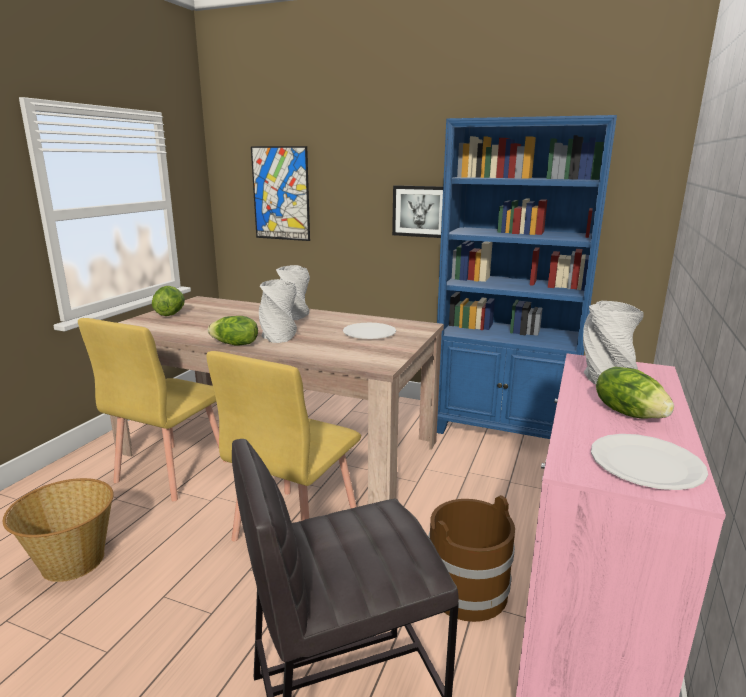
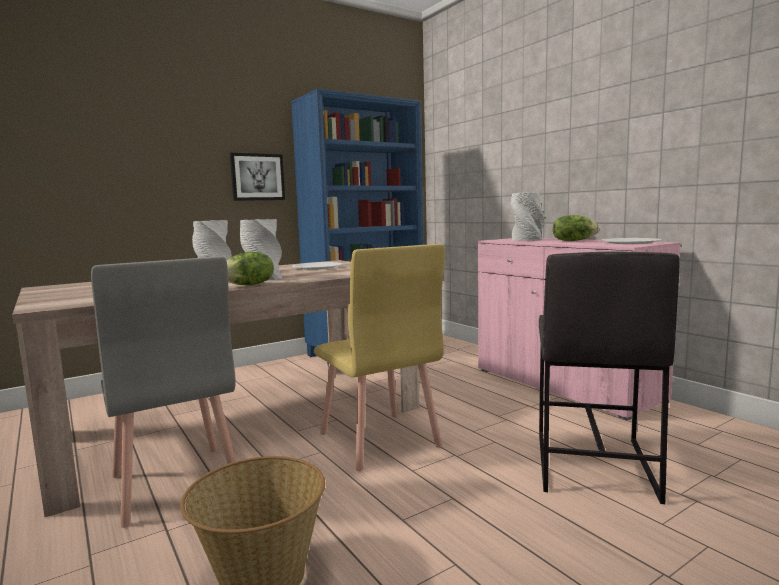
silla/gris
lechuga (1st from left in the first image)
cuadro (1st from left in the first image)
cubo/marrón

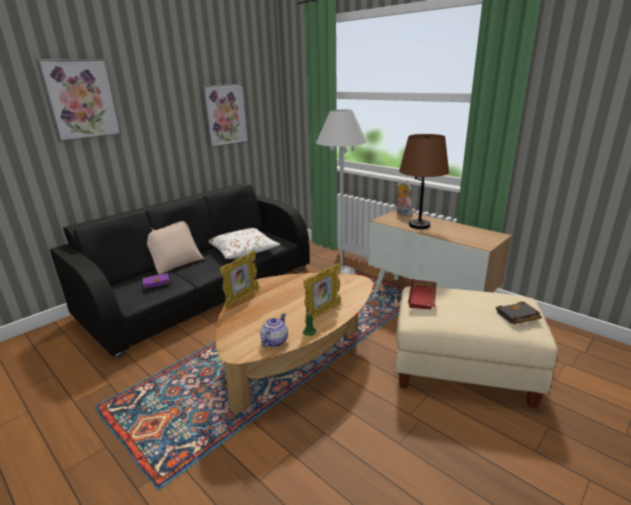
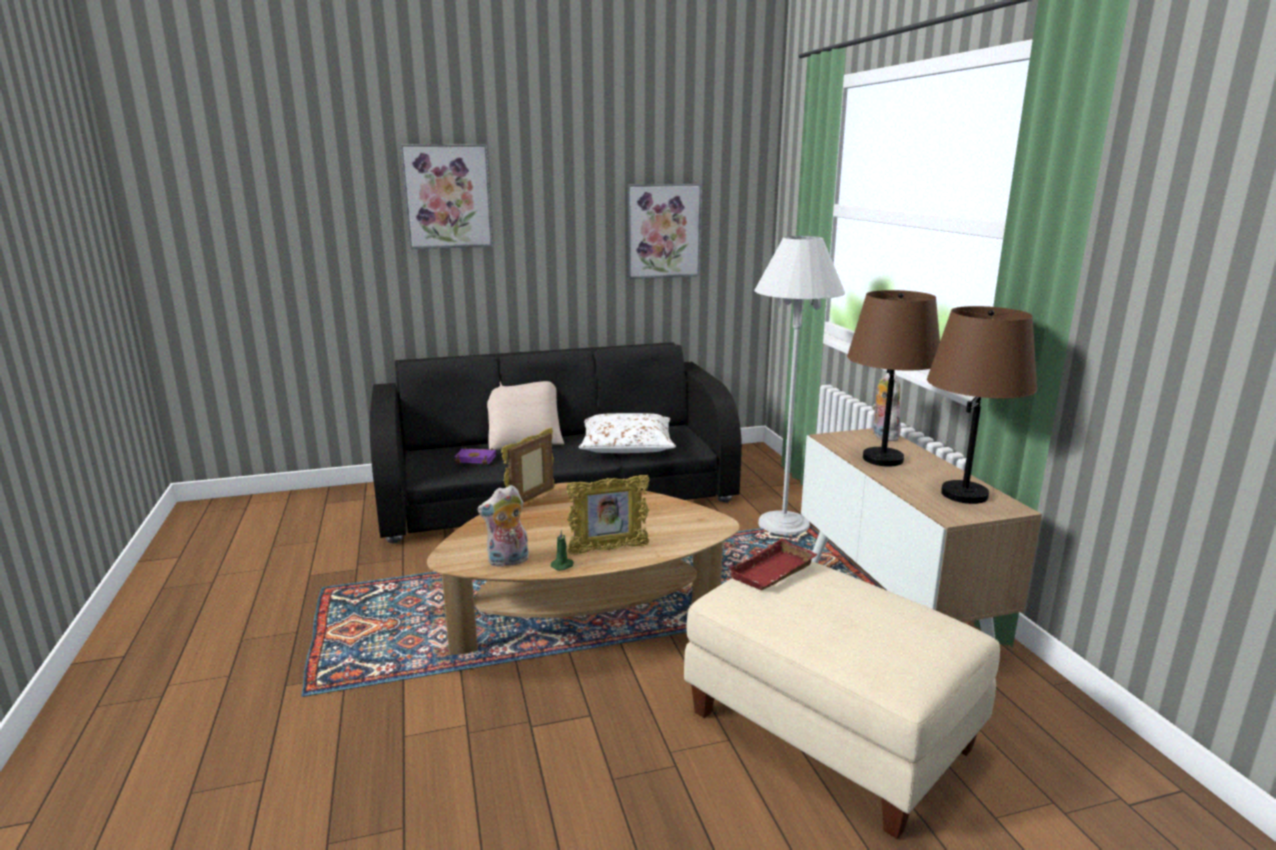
peluche (1st from left)
portarretratos (1st from left)
lámpara de mesa/marrón (2nd from left)
libro/negro

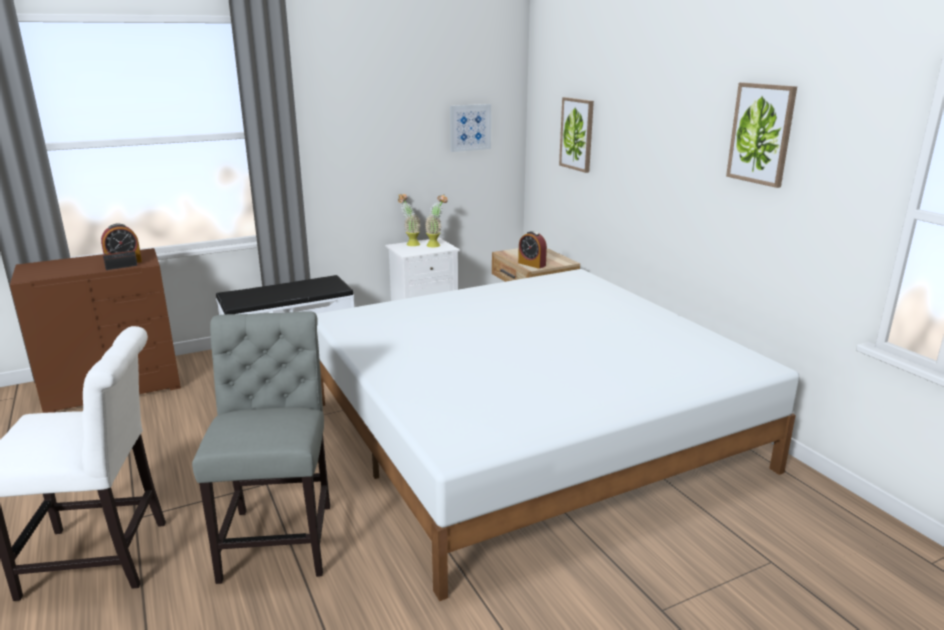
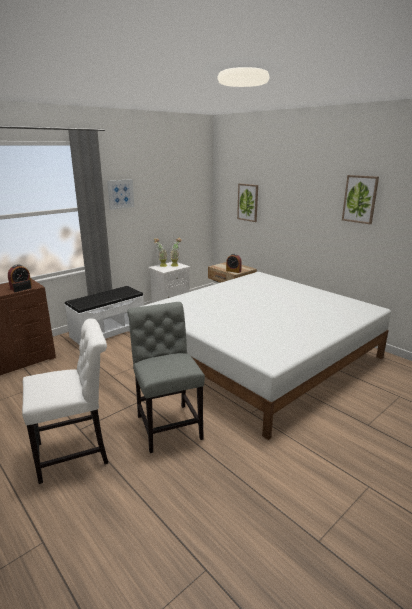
cuadro (1st from left)

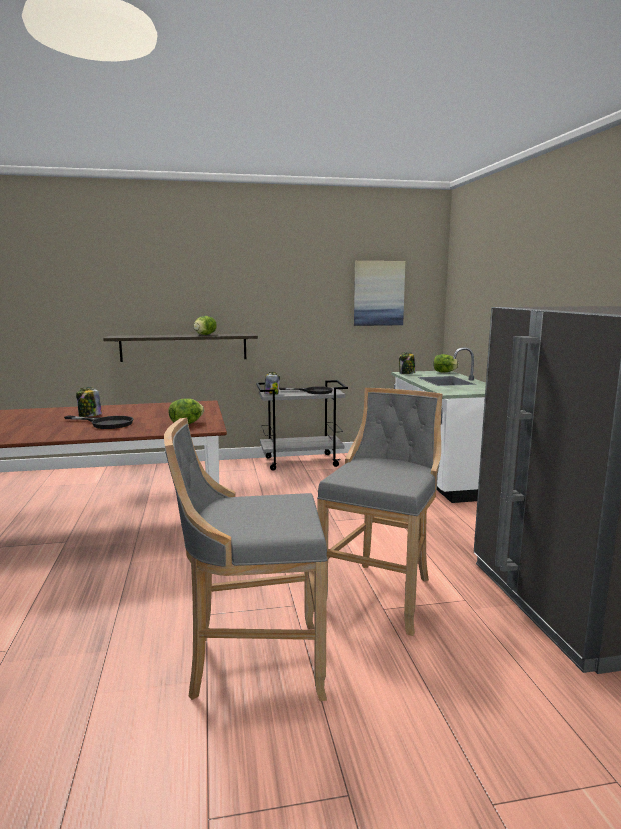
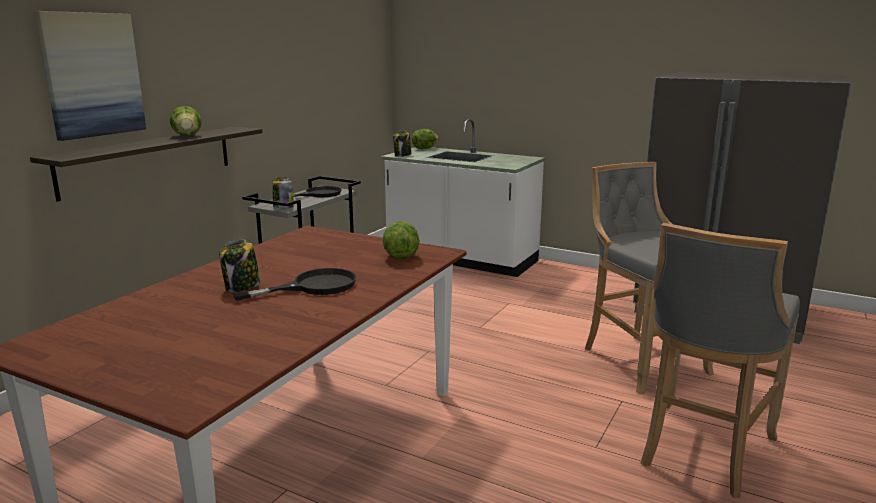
cuadro

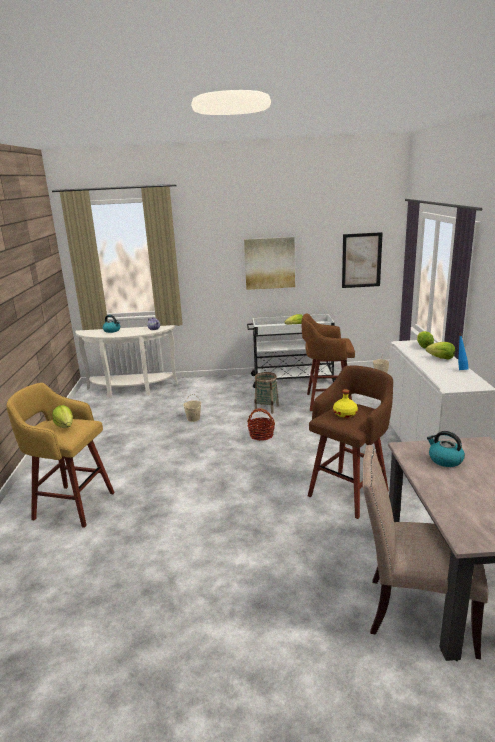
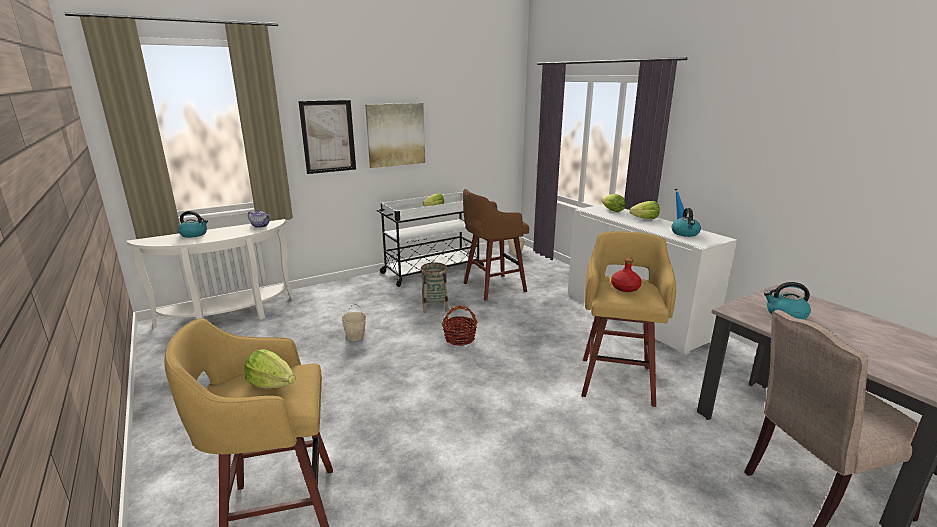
cuadro (1st from left)
taburete/amarillo (2nd from left)
botella/rojo
hervidor (2nd from left)

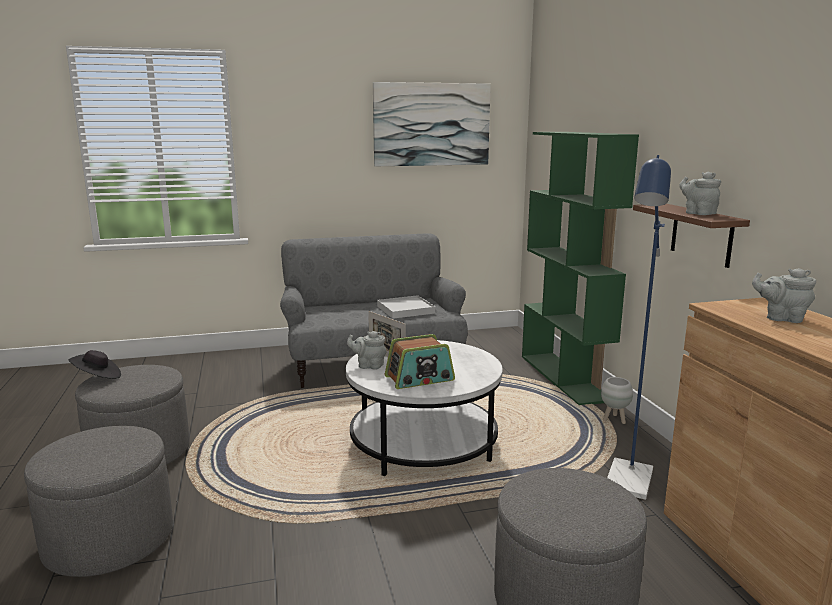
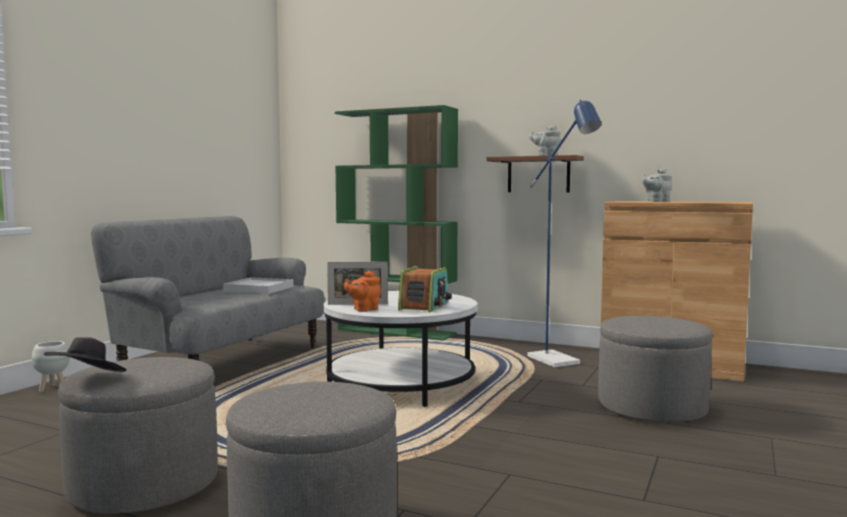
maceta/blanco
tetera/naranja
cuadro

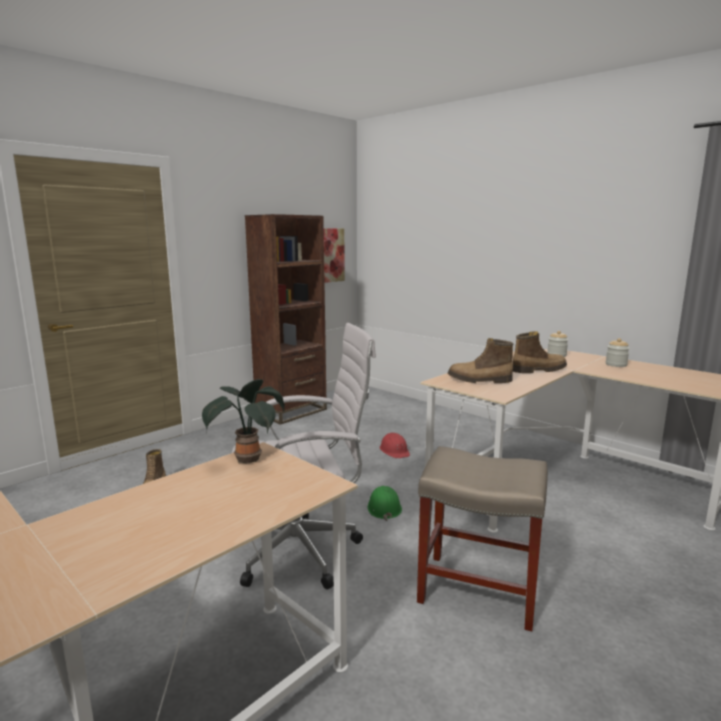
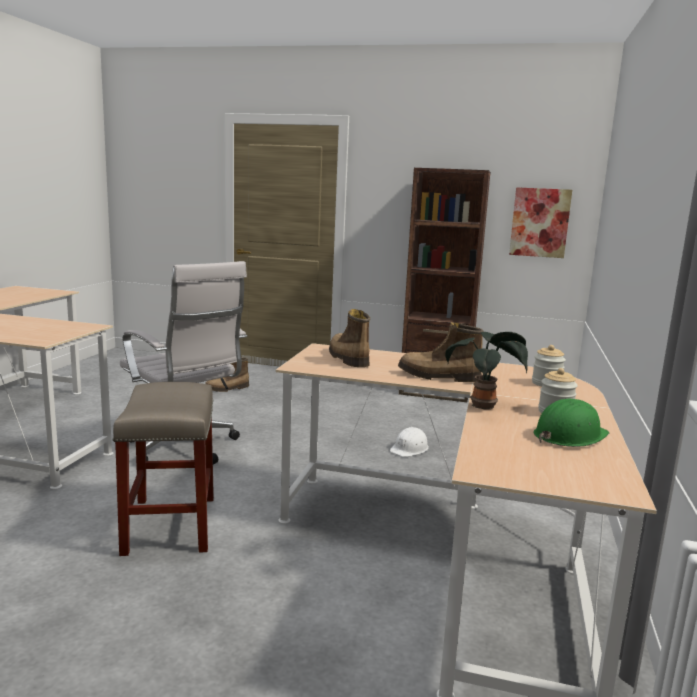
casco/blanco
bota (3rd from left)
planta en maceta
casco/verde

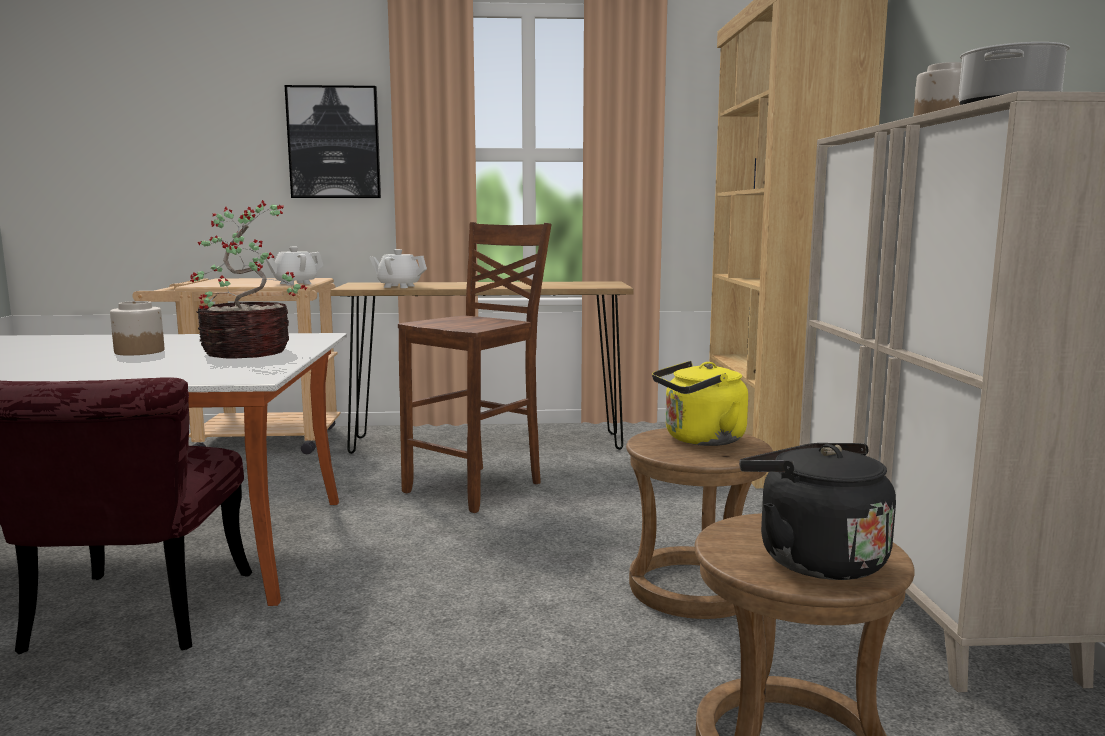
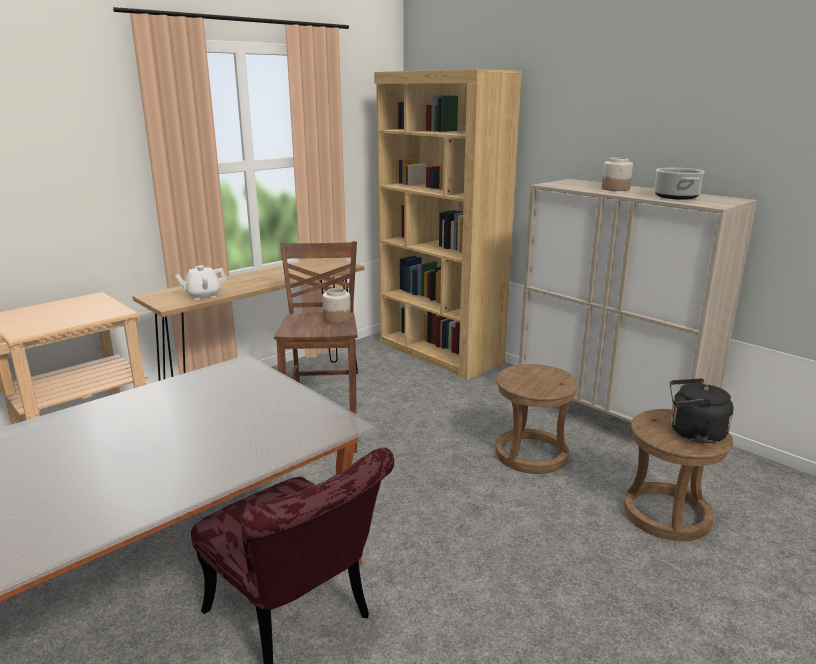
tarro (1st from left)
planta en maceta
tetera/blanco (1st from left in the first image)
cuadro
hervidor/amarillo

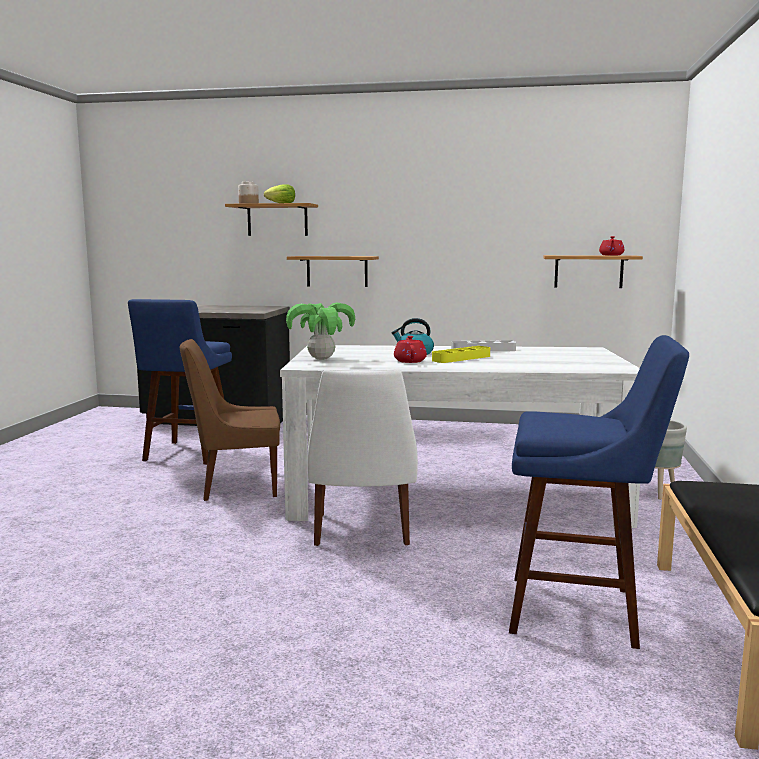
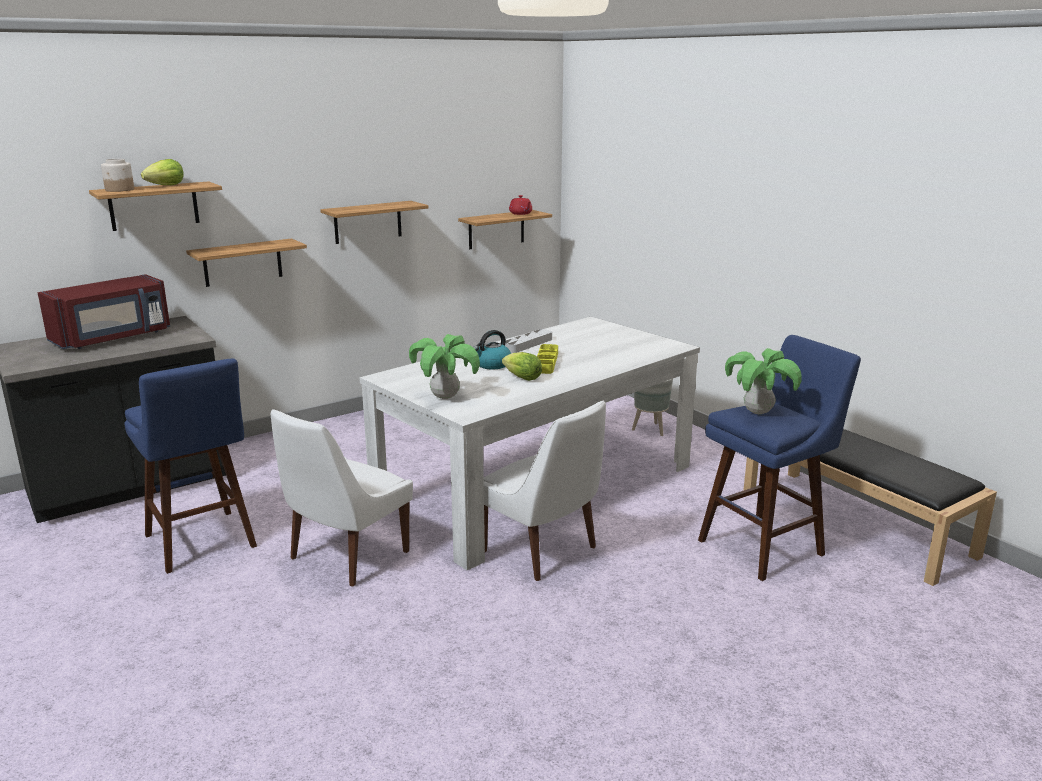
microondas/rojo
silla/blanco (1st from left)
estante (3rd from left)
lechuga (2nd from left)
planta en maceta (2nd from left)

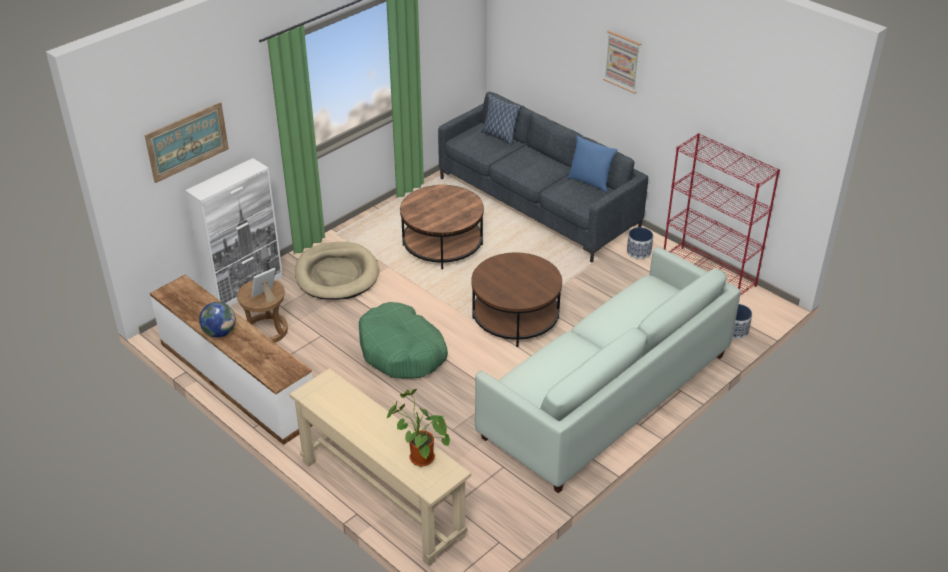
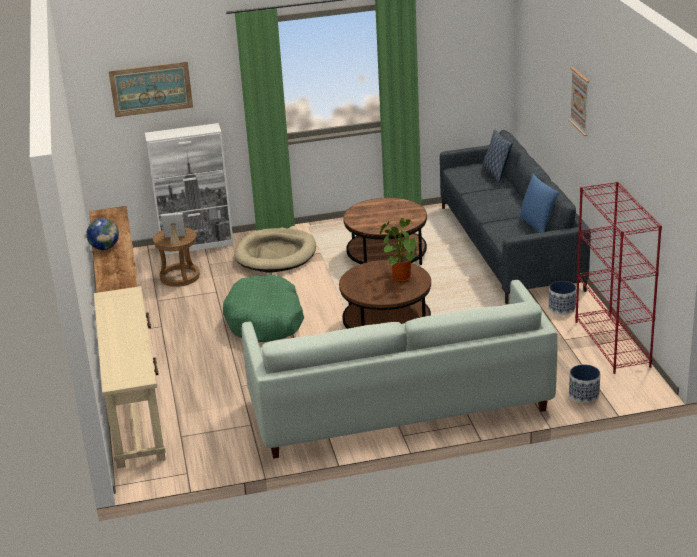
planta en maceta

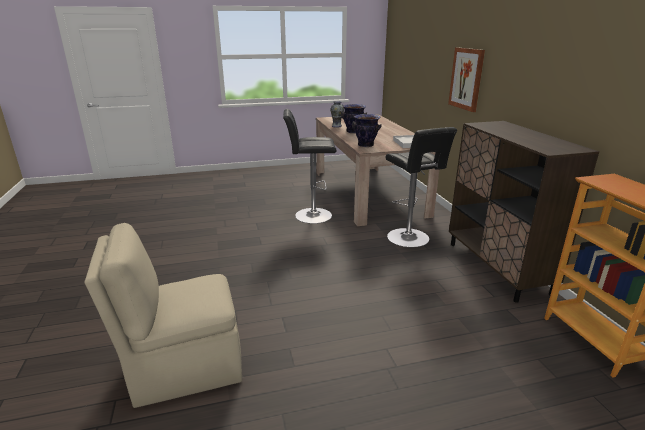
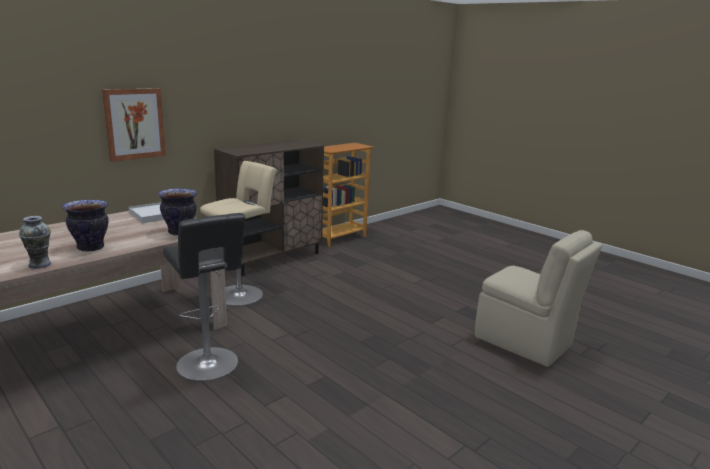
taburete/beis

